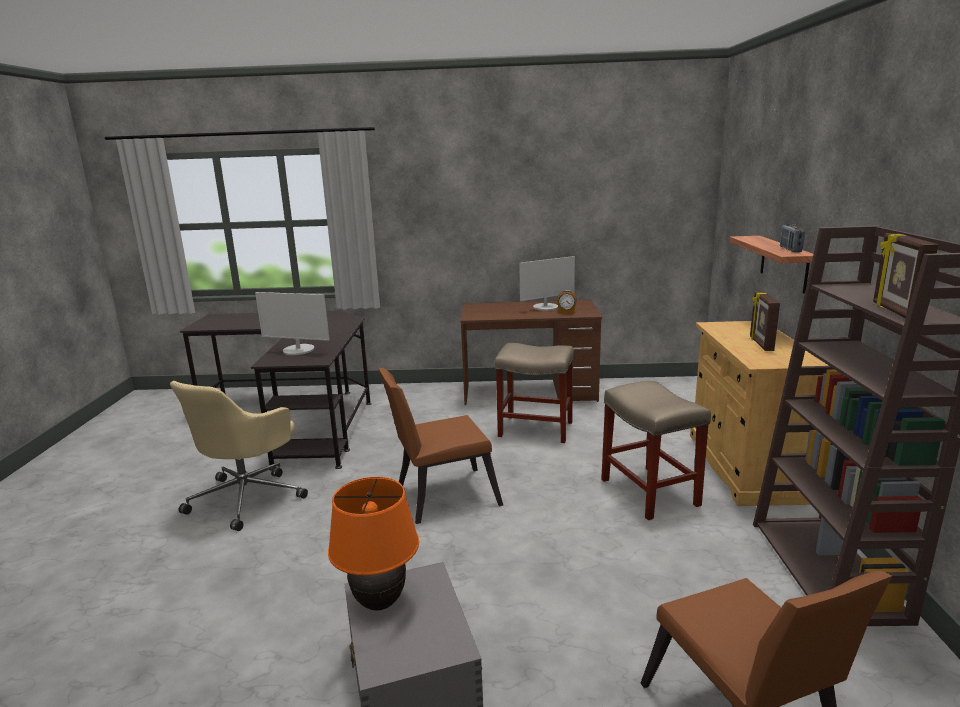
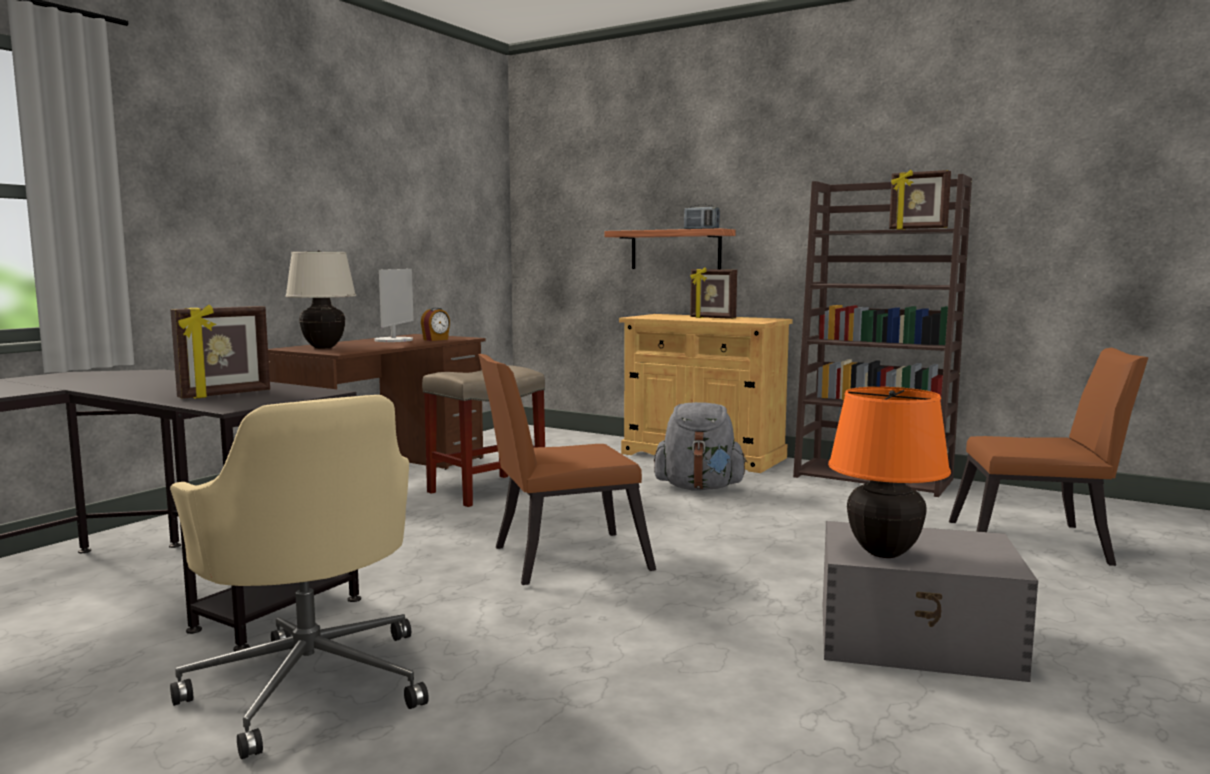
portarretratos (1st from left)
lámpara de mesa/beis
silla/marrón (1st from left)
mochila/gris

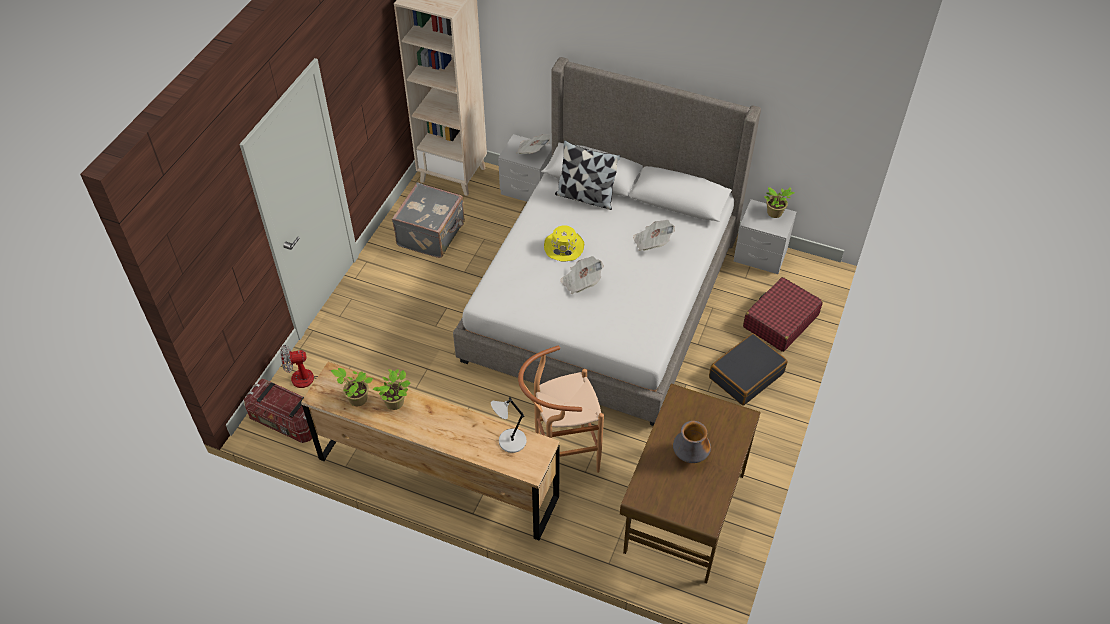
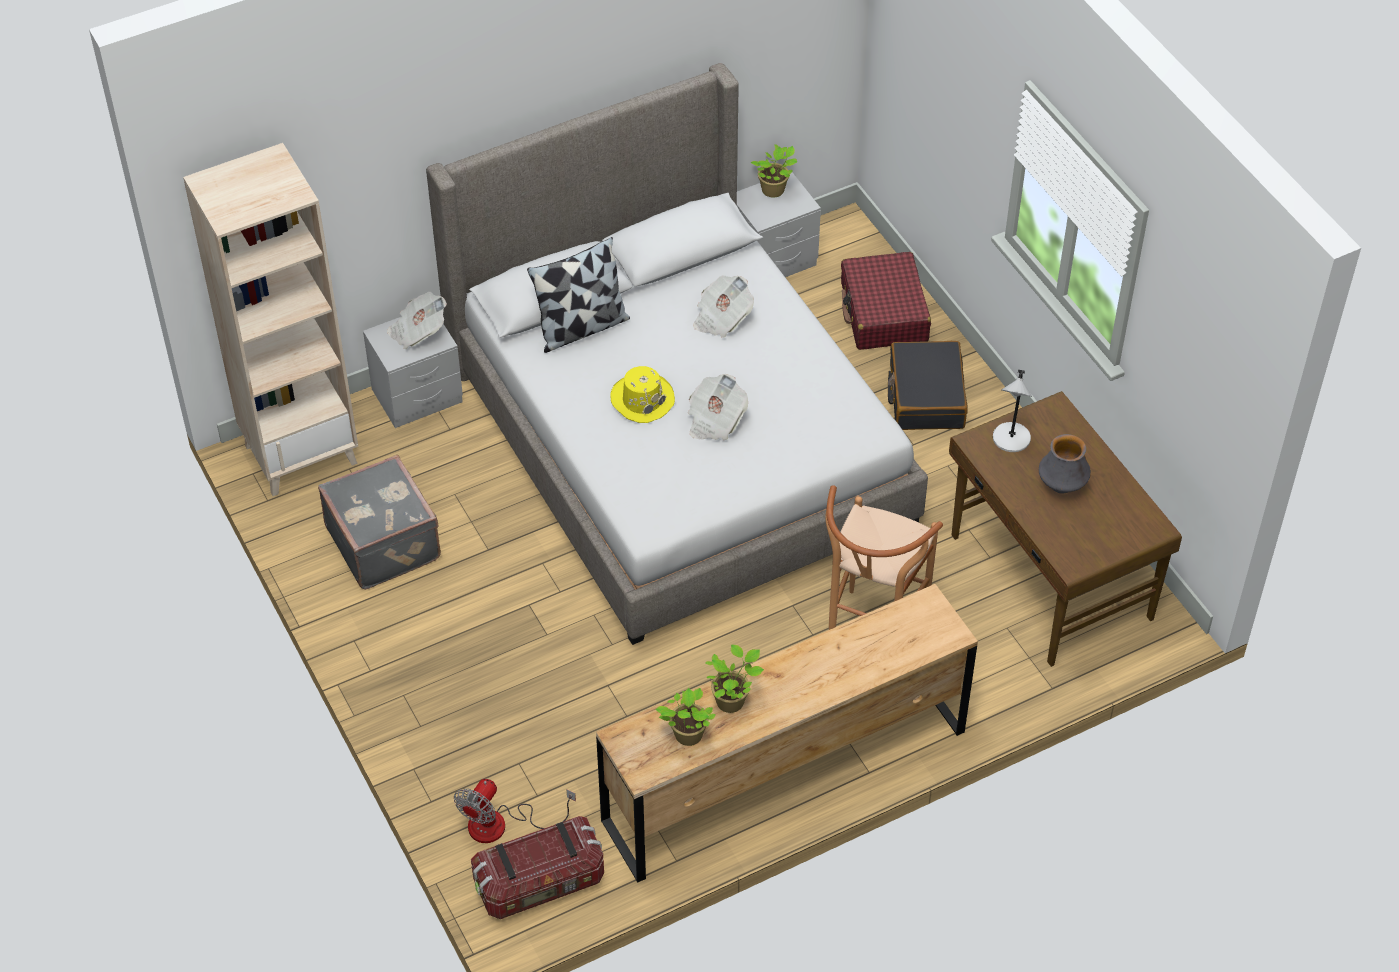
lámpara de mesa/gris

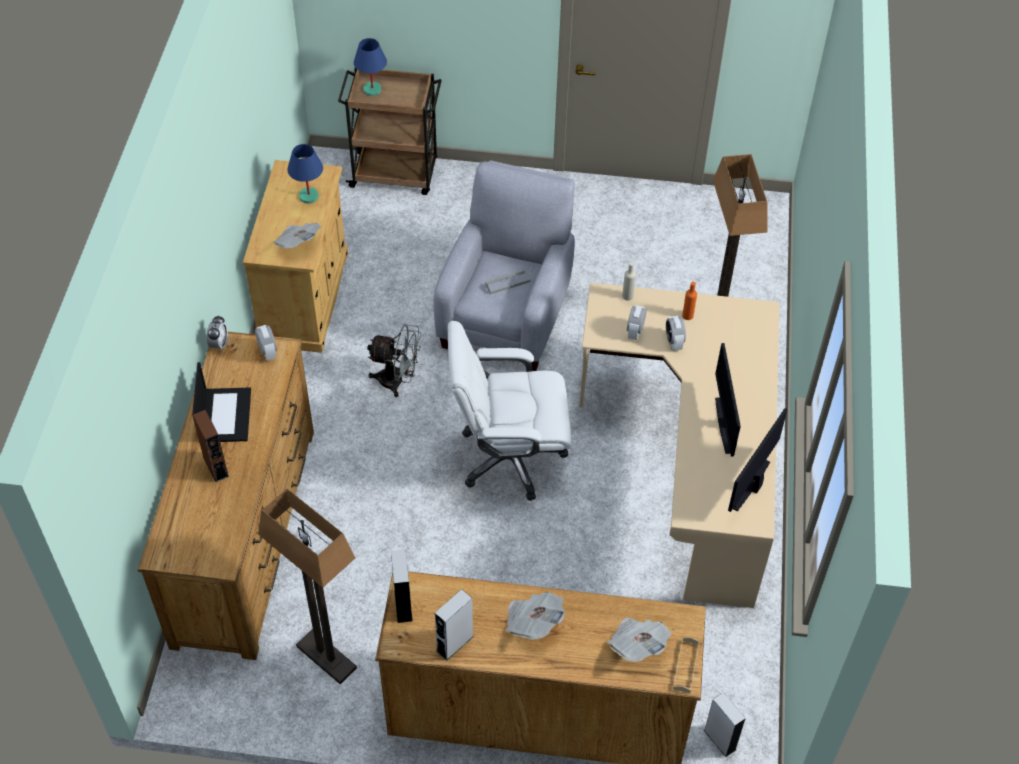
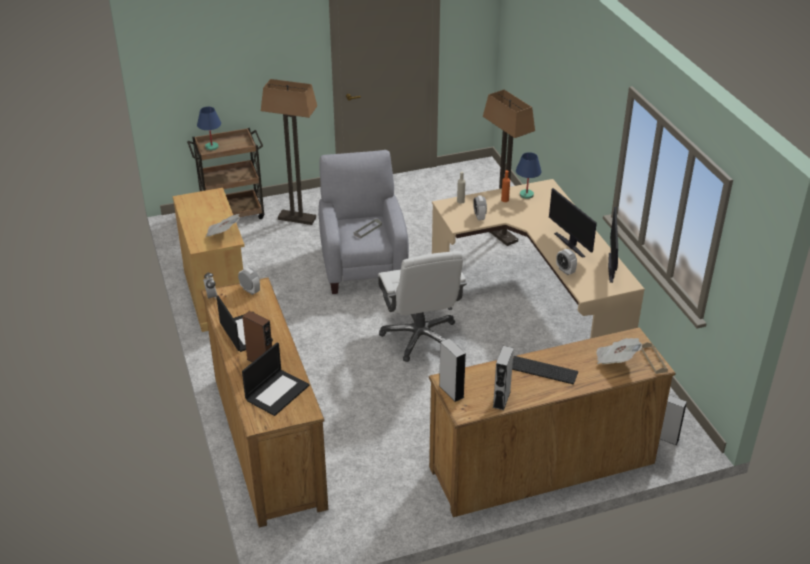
portátil (2nd from left)
lámpara de pie (1st from left)
silla de oficina/blanco
teclado
lámpara de mesa/azul (2nd from left)
despertador (4th from left)
ventilador/gris

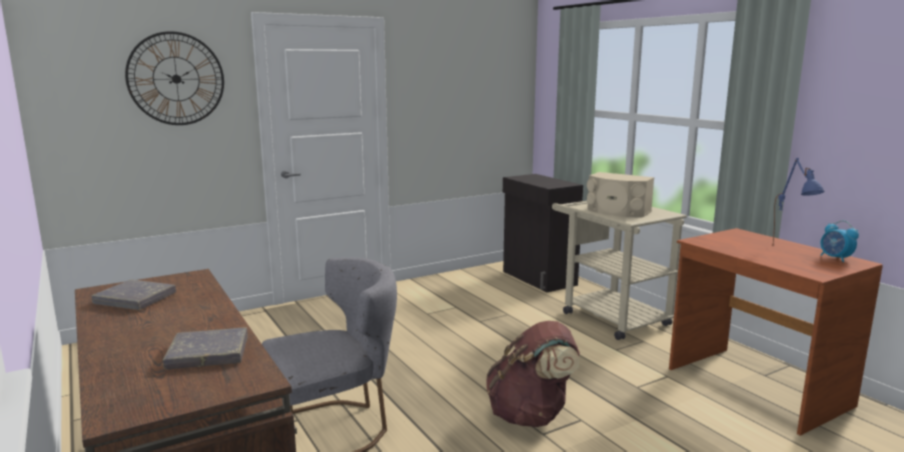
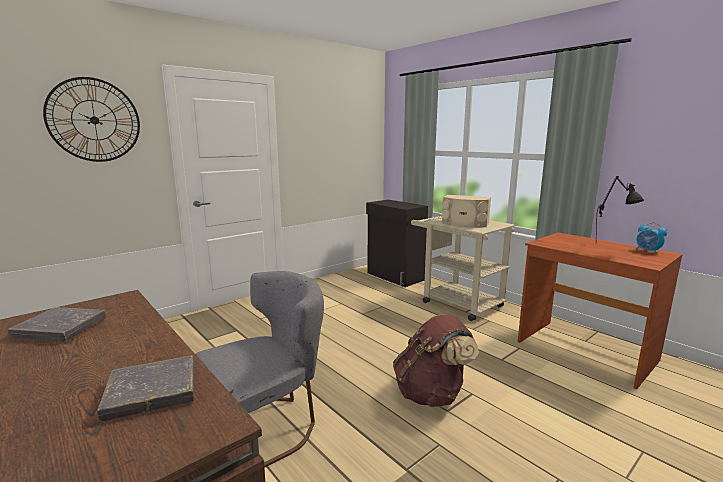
lámpara de mesa/negro

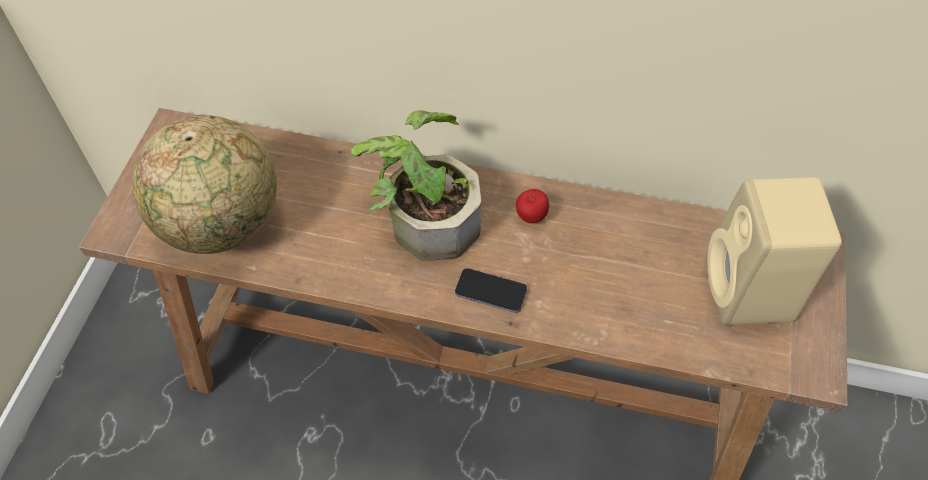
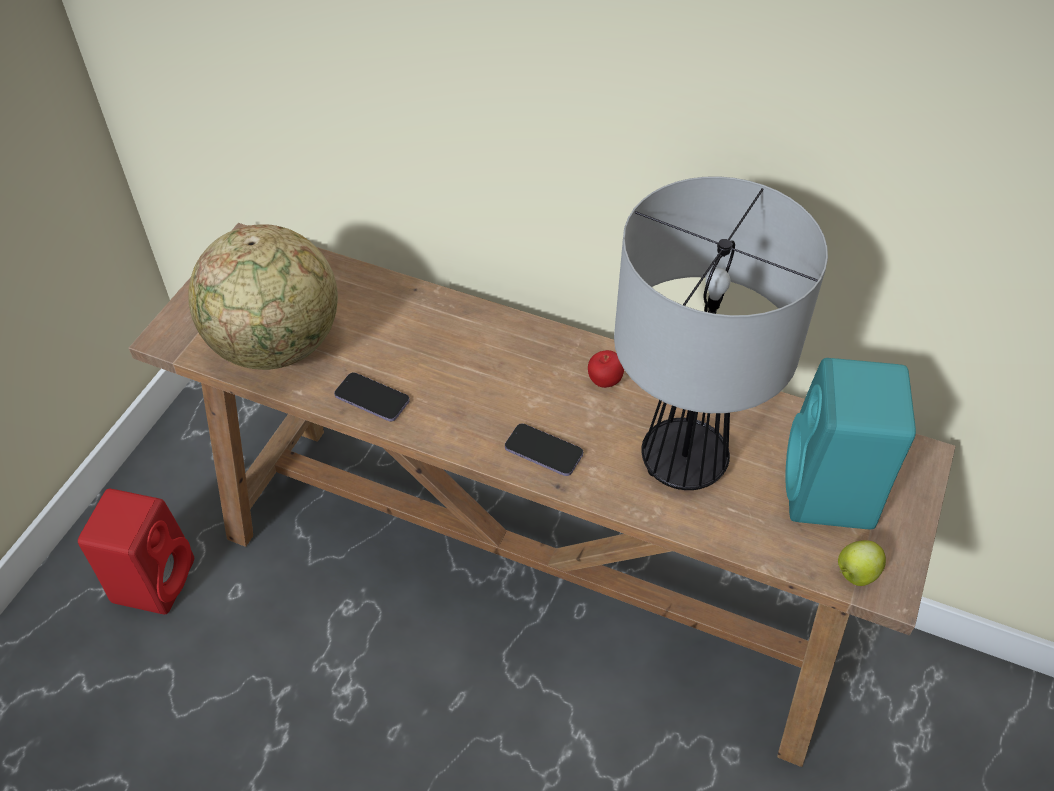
altavoz/rojo
móvil (1st from left)
lámpara de mesa
altavoz/turquesa
manzana (2nd from left)
planta en maceta

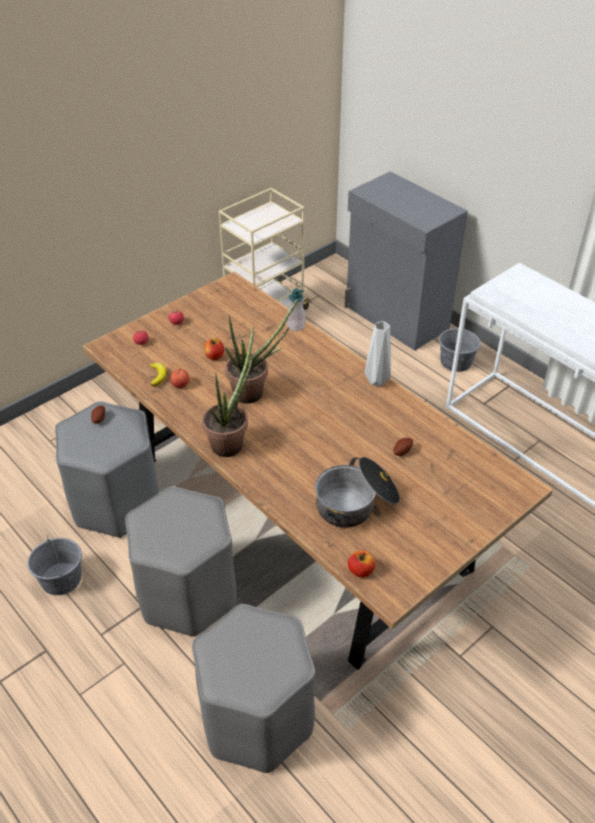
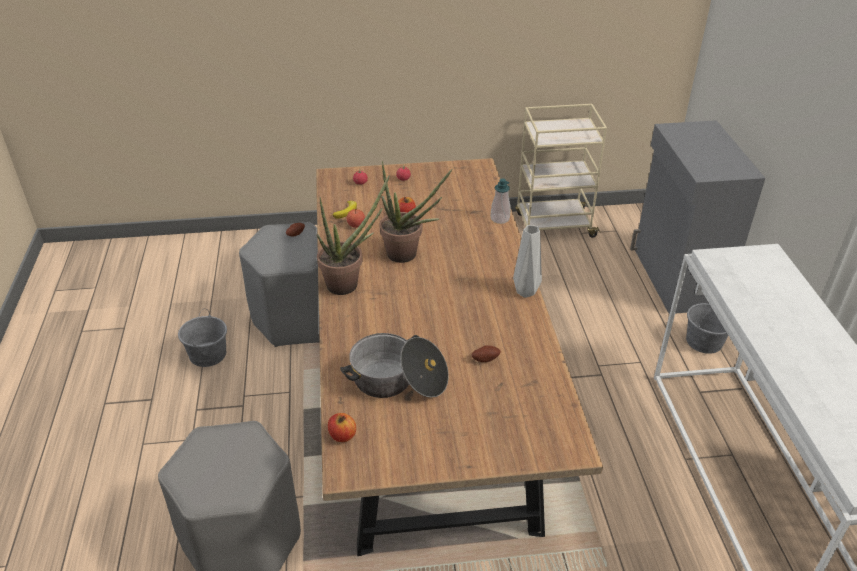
taburete/gris (2nd from left in the first image)

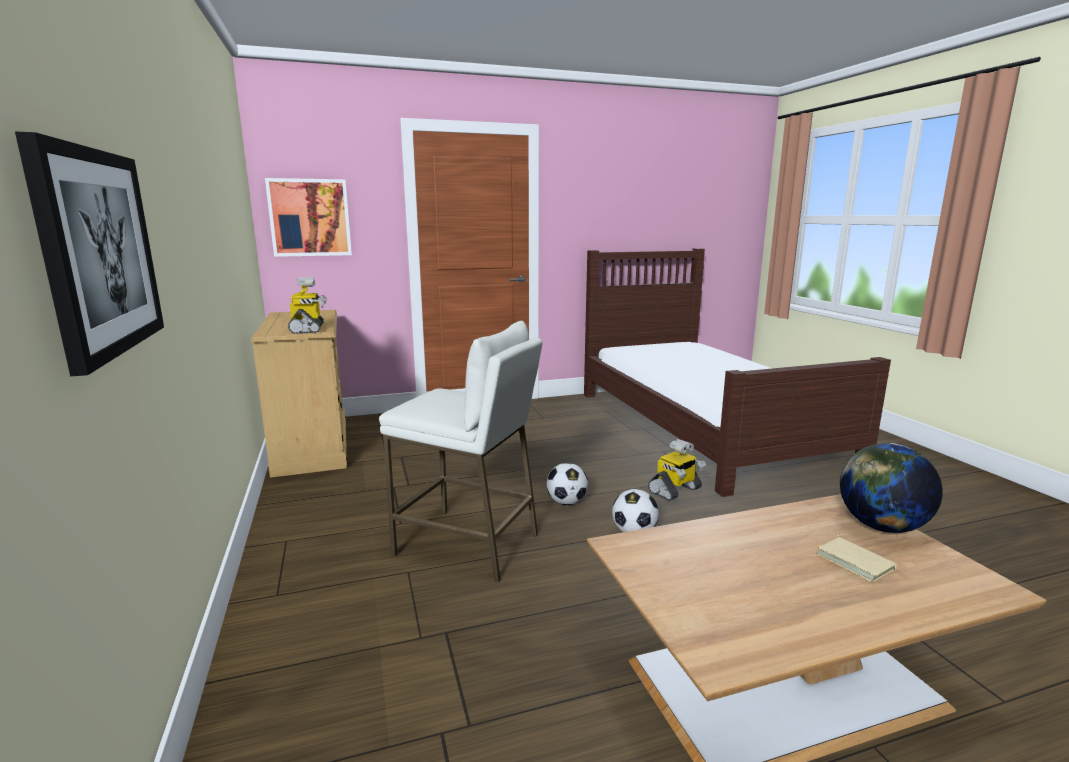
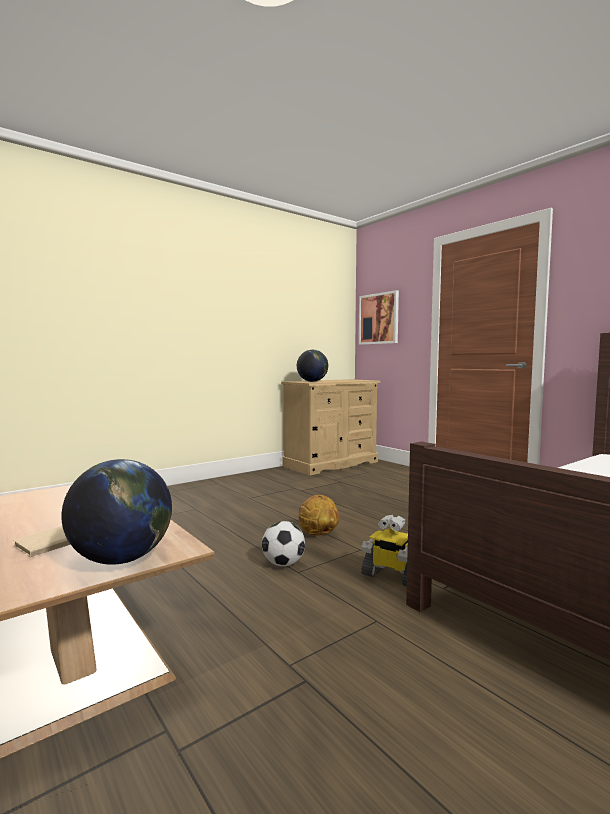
globo terráqueo (2nd from left)
balón de baloncesto
cuadro (1st from left in the first image)
taburete/blanco

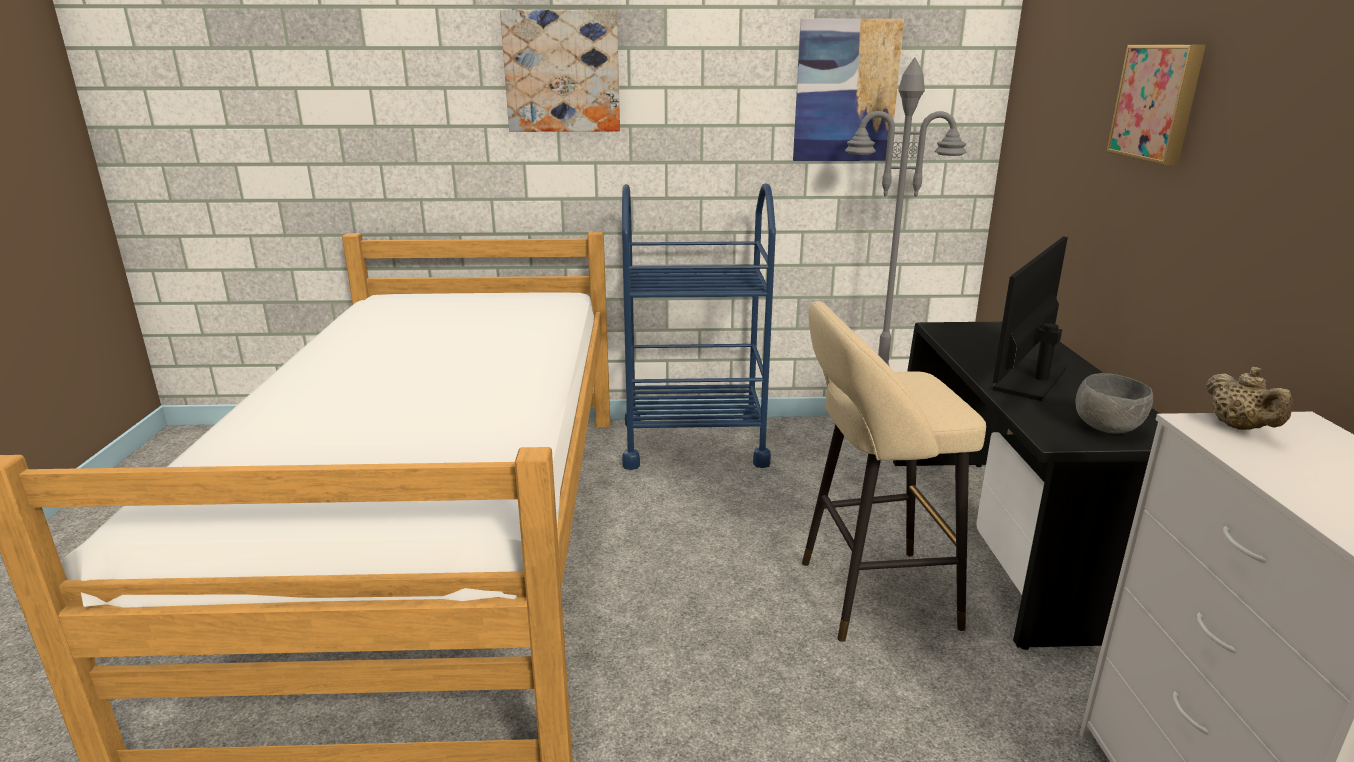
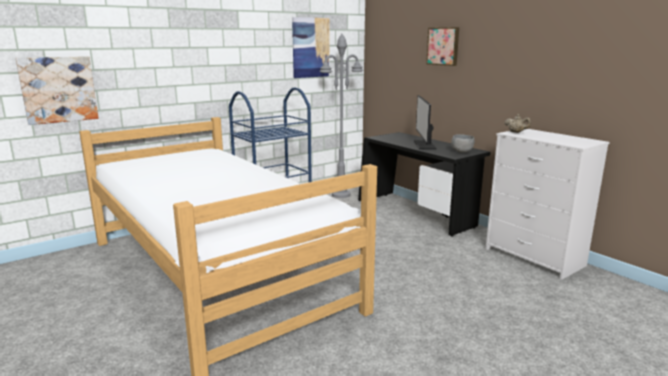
cuadro (1st from left)
taburete/beis

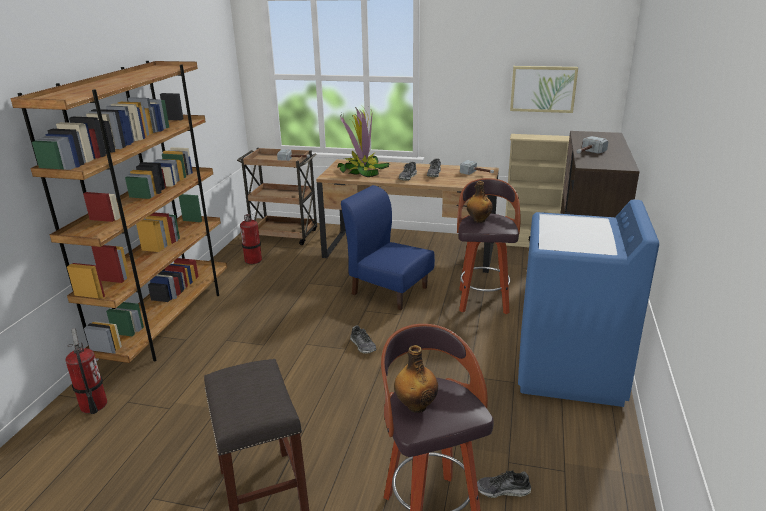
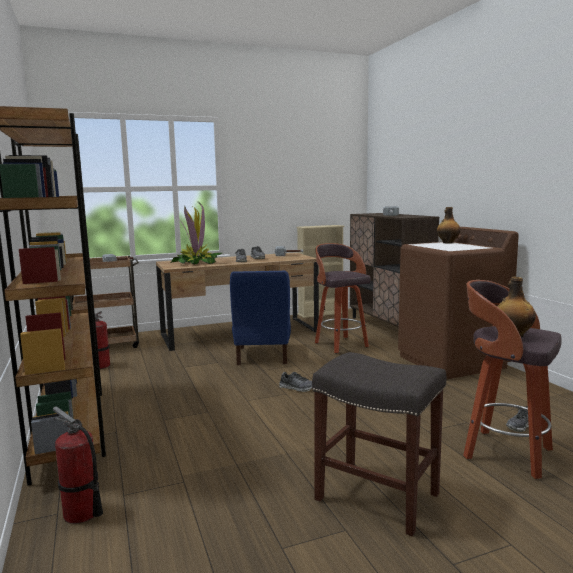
silla/azul
lavadora/marrón
botella (1st from left)
cuadro

